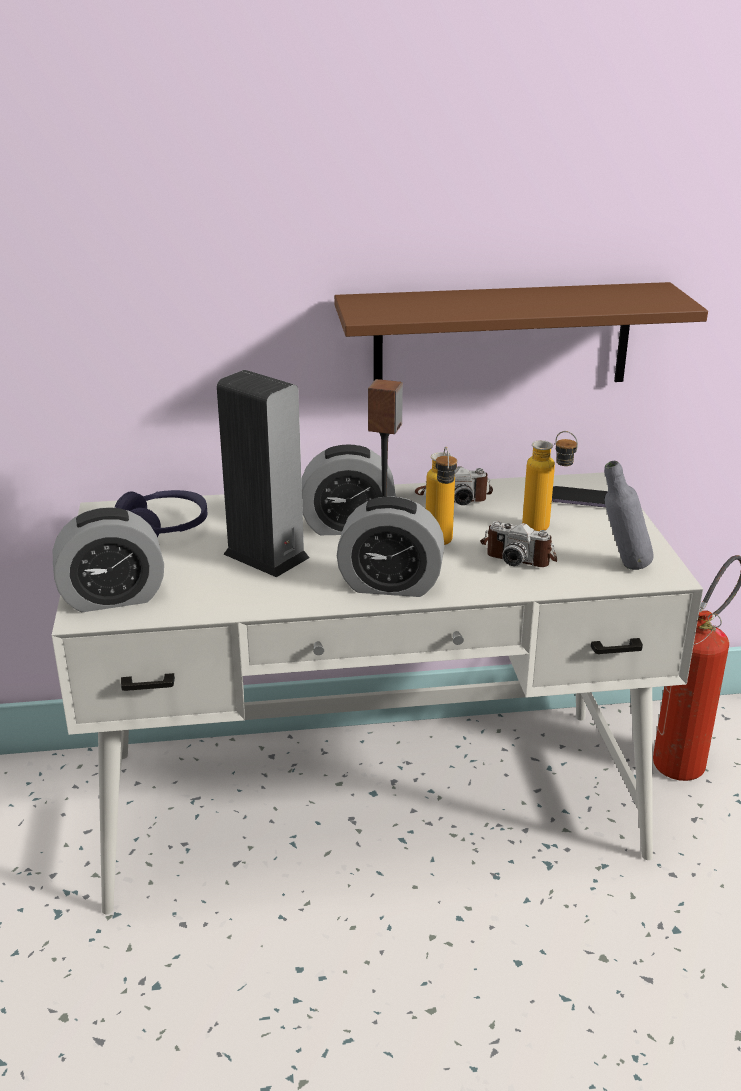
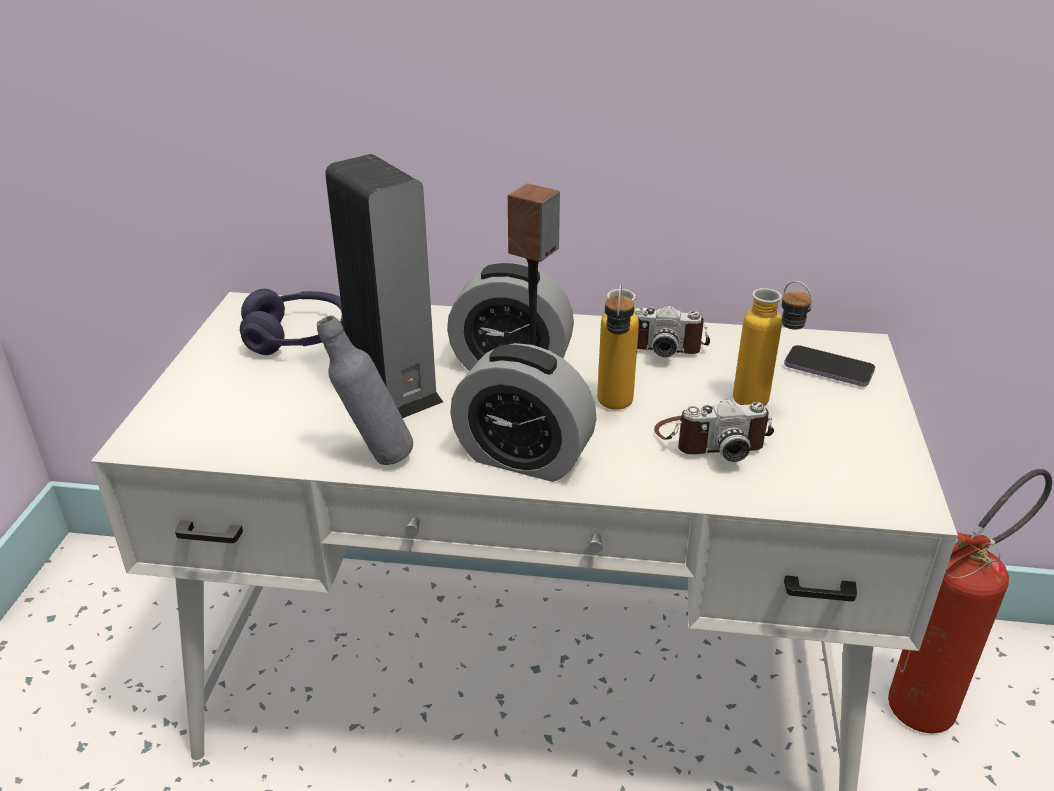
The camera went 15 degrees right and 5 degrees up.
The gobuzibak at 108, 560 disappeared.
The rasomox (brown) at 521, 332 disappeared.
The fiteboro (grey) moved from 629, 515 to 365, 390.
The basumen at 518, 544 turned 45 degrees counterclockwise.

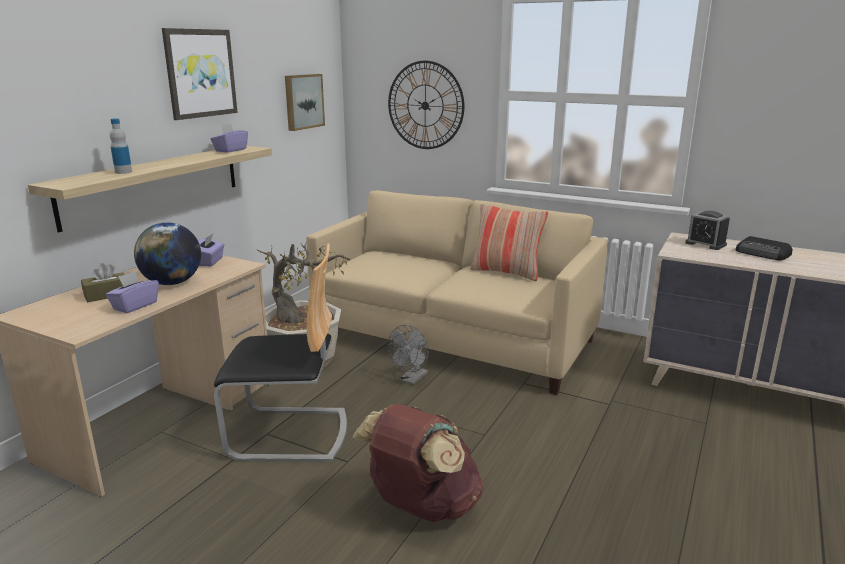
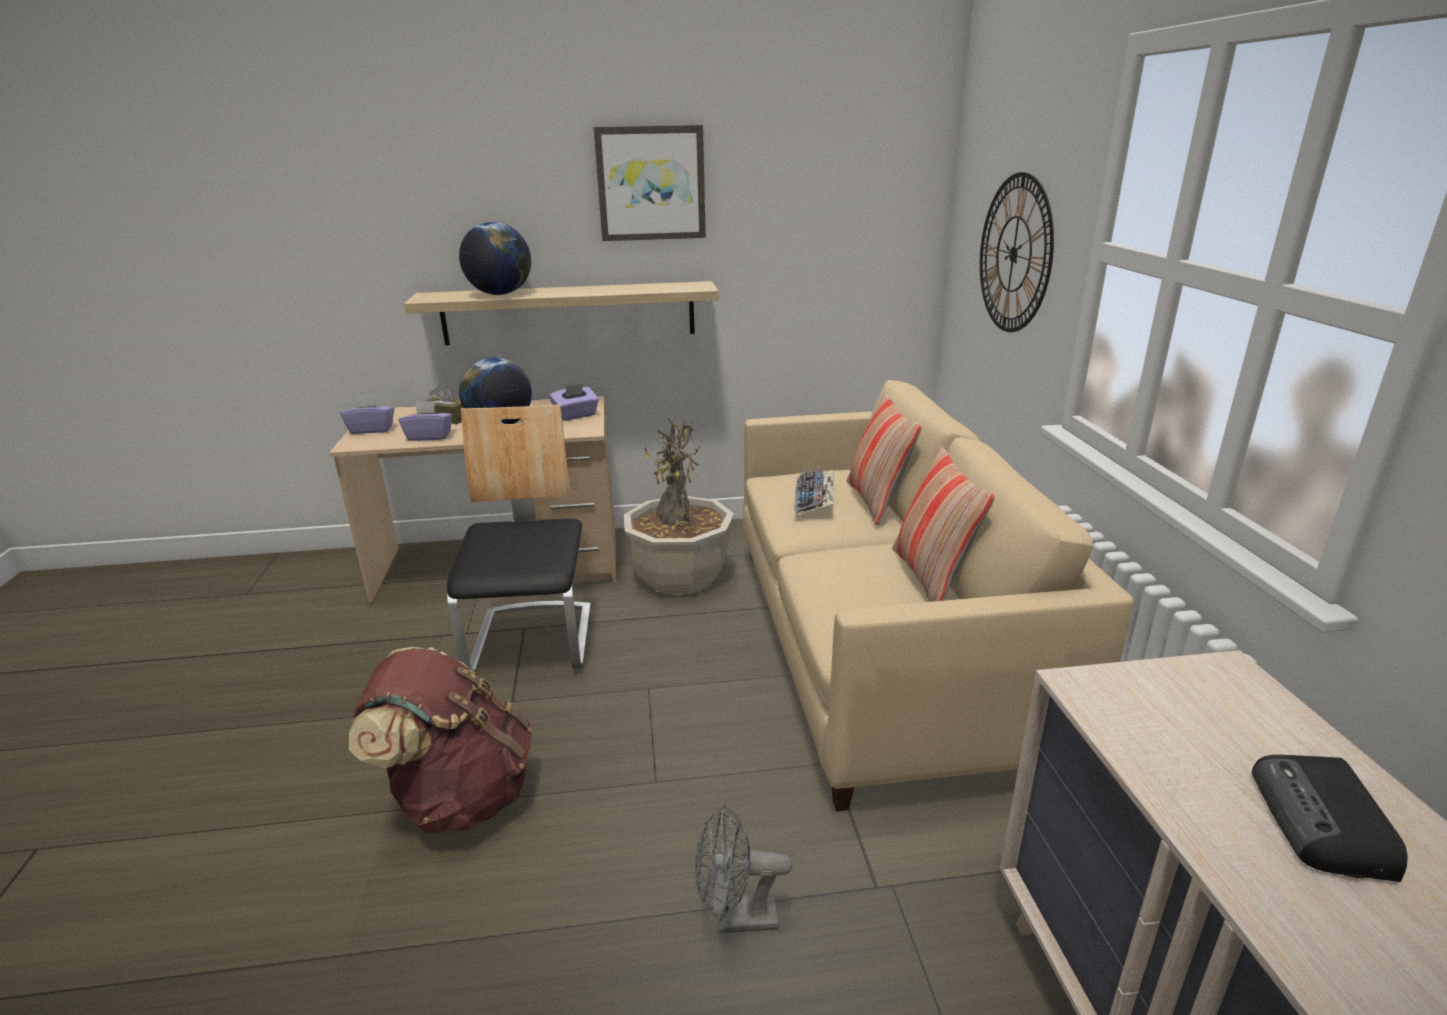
The camera went 55 degrees right and 5 degrees up.
The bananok at 305, 102 disappeared.
The gobuzibak at 707, 230 disappeared.
The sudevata at 814, 492 appeared.
The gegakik at 884, 458 appeared.
The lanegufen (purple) moved from 229, 138 to 367, 414.
The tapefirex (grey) moved from 408, 355 to 743, 869.
The fiteboro at 121, 146 was replaced by the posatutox at 495, 258.
The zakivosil at 280, 352 turned 150 degrees counterclockwise.

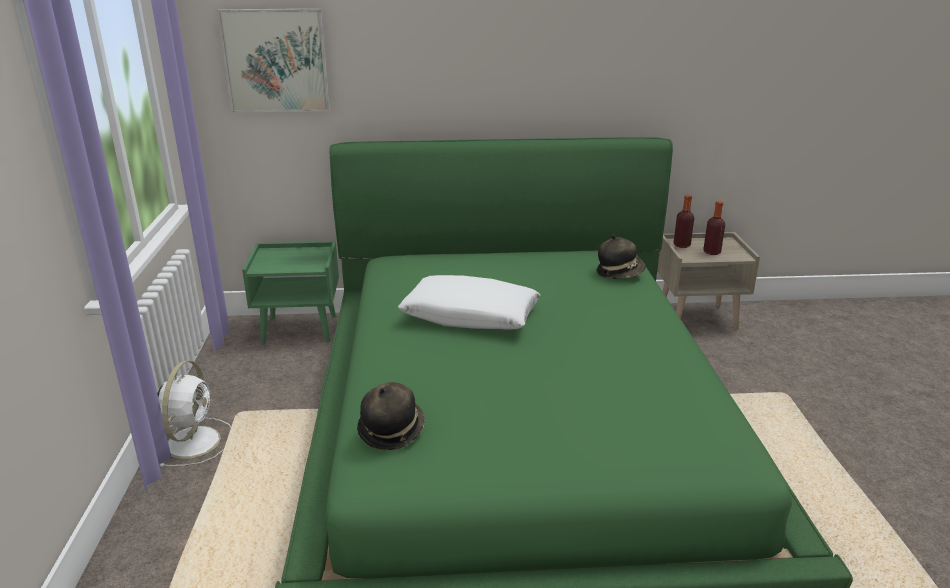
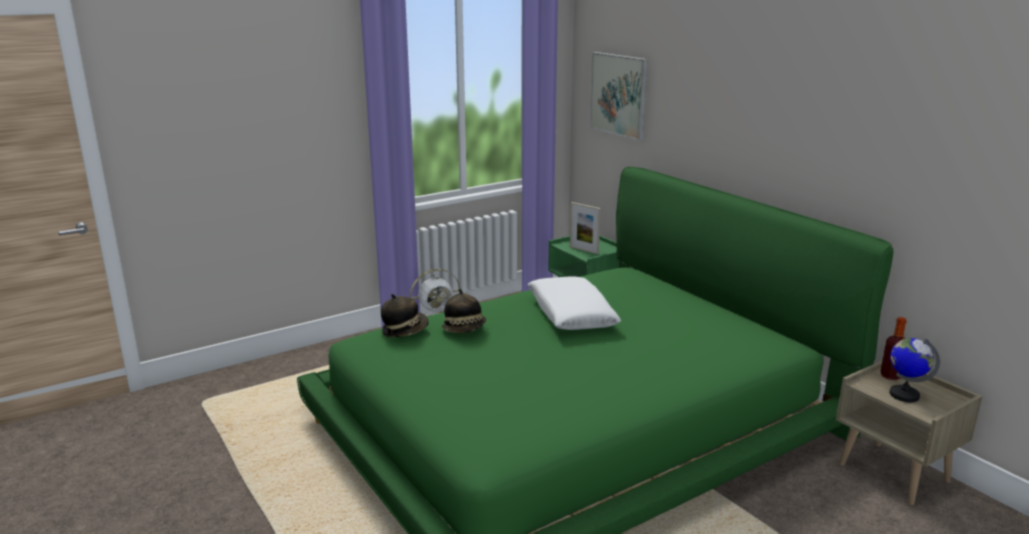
The camera went 60 degrees right and 5 degrees down.
The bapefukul at 585, 228 appeared.
The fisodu moved from 621, 257 to 464, 311.
The fiteboro at 714, 228 was replaced by the posatutox at 915, 370.

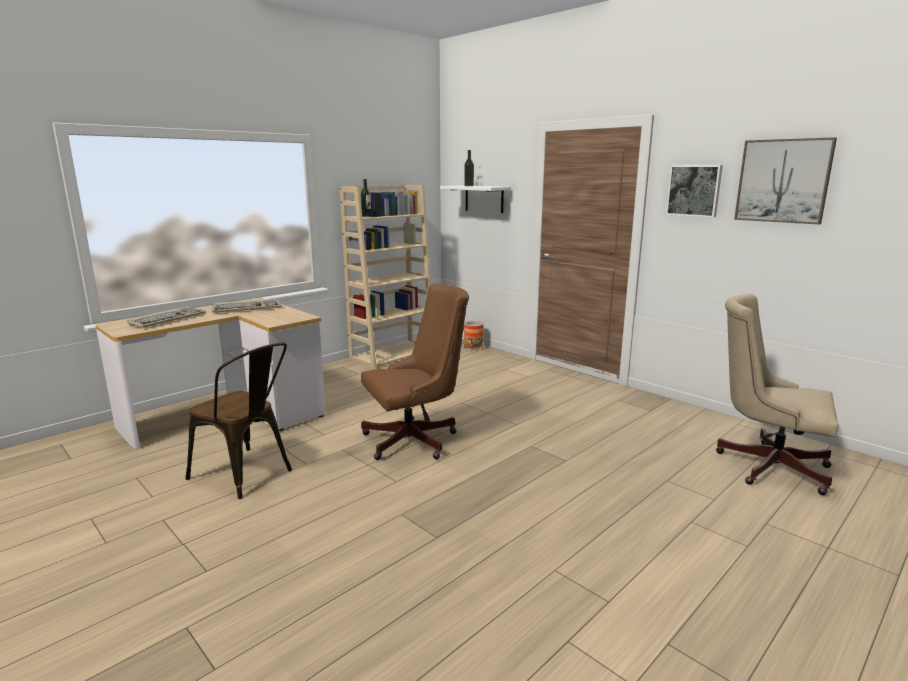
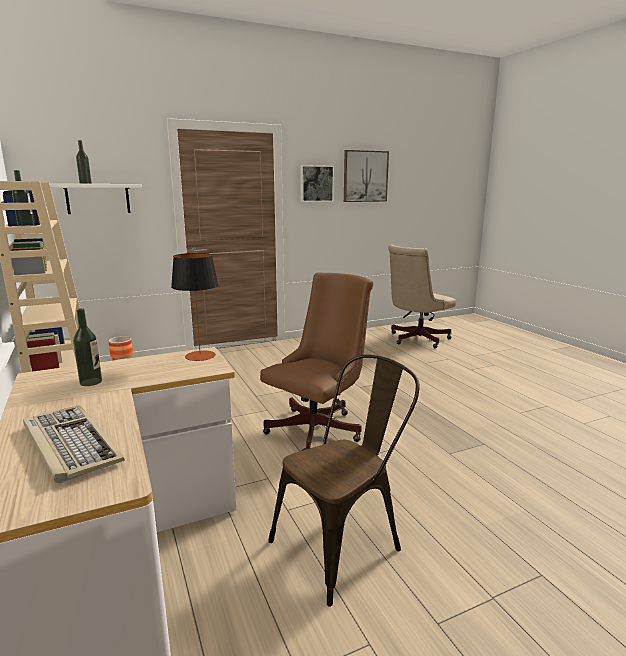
The camera went 70 degrees left and 0 degrees up.
The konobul at 195, 307 appeared.
The sudevata at 246, 306 was replaced by the fiteboro at 87, 347.
The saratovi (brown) at 415, 372 turned 45 degrees clockwise.

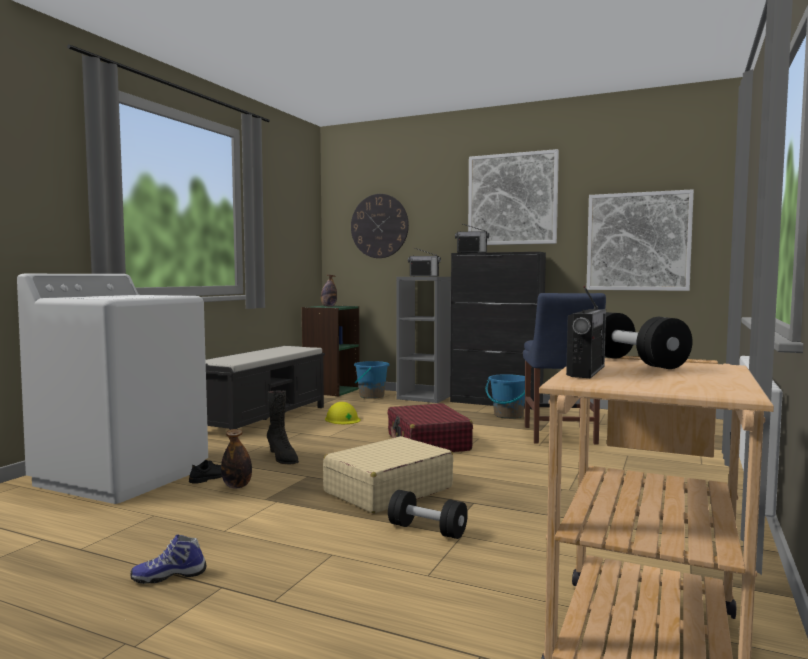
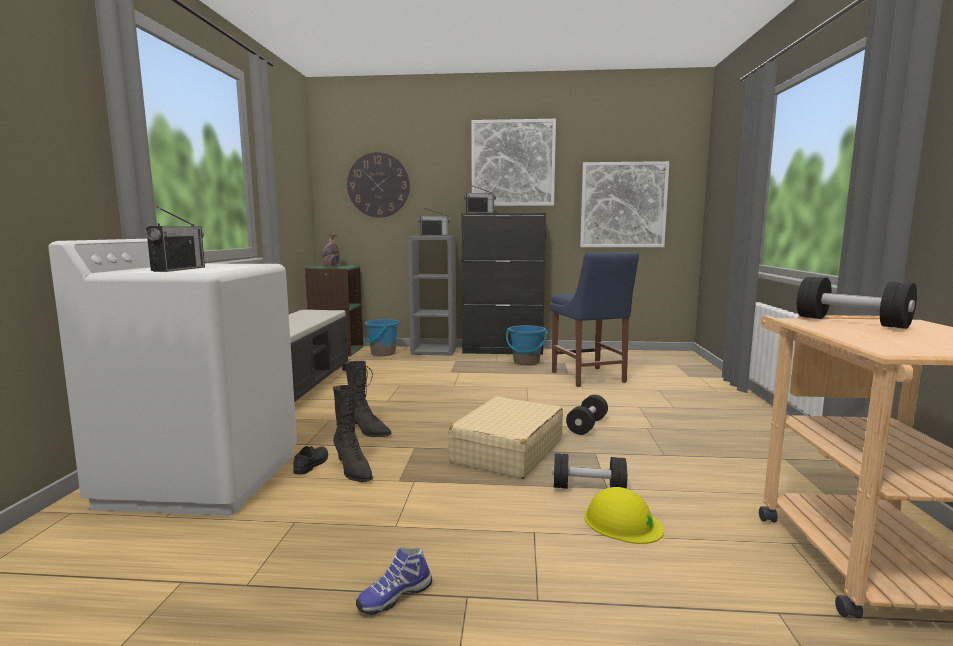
The camera went 20 degrees left and 5 degrees up.
The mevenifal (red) at 430, 427 disappeared.
The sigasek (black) at 587, 415 appeared.
The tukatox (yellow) moved from 343, 413 to 624, 515.
The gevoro moved from 586, 332 to 175, 239.
The fiteboro at 236, 458 was replaced by the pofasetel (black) at 353, 433.

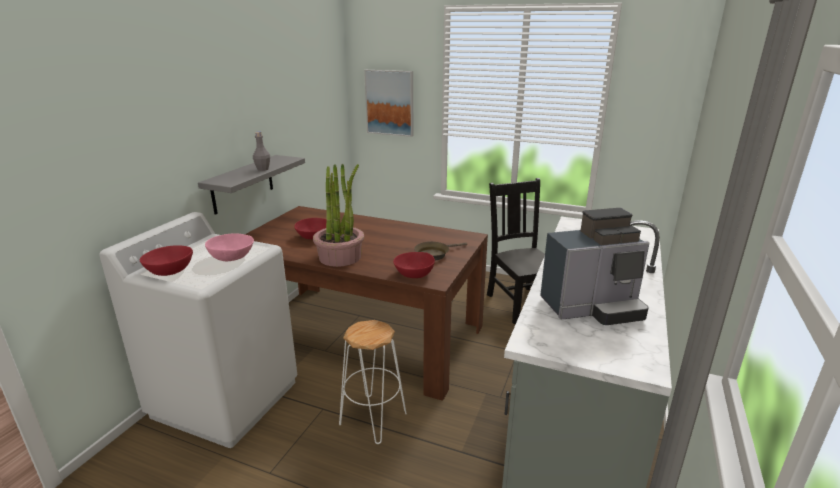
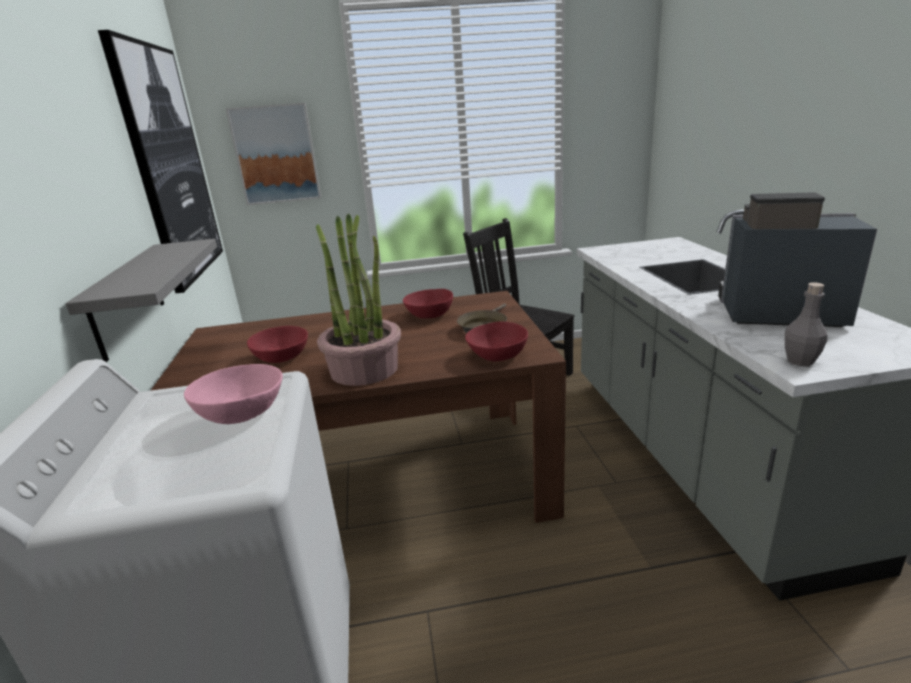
The camera went 30 degrees left and 0 degrees up.
The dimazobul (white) at 373, 382 disappeared.
The bananok at 160, 161 appeared.
The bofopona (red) moved from 166, 260 to 428, 304.
The fiteboro (grey) moved from 261, 151 to 806, 324.
The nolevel at 595, 266 turned 120 degrees counterclockwise.

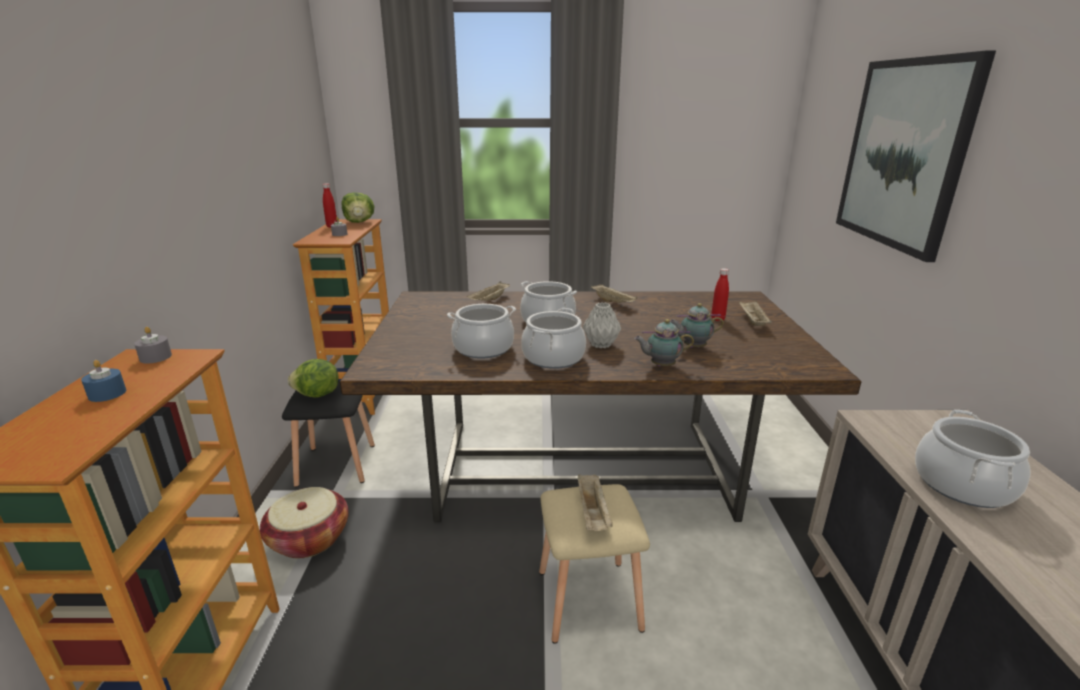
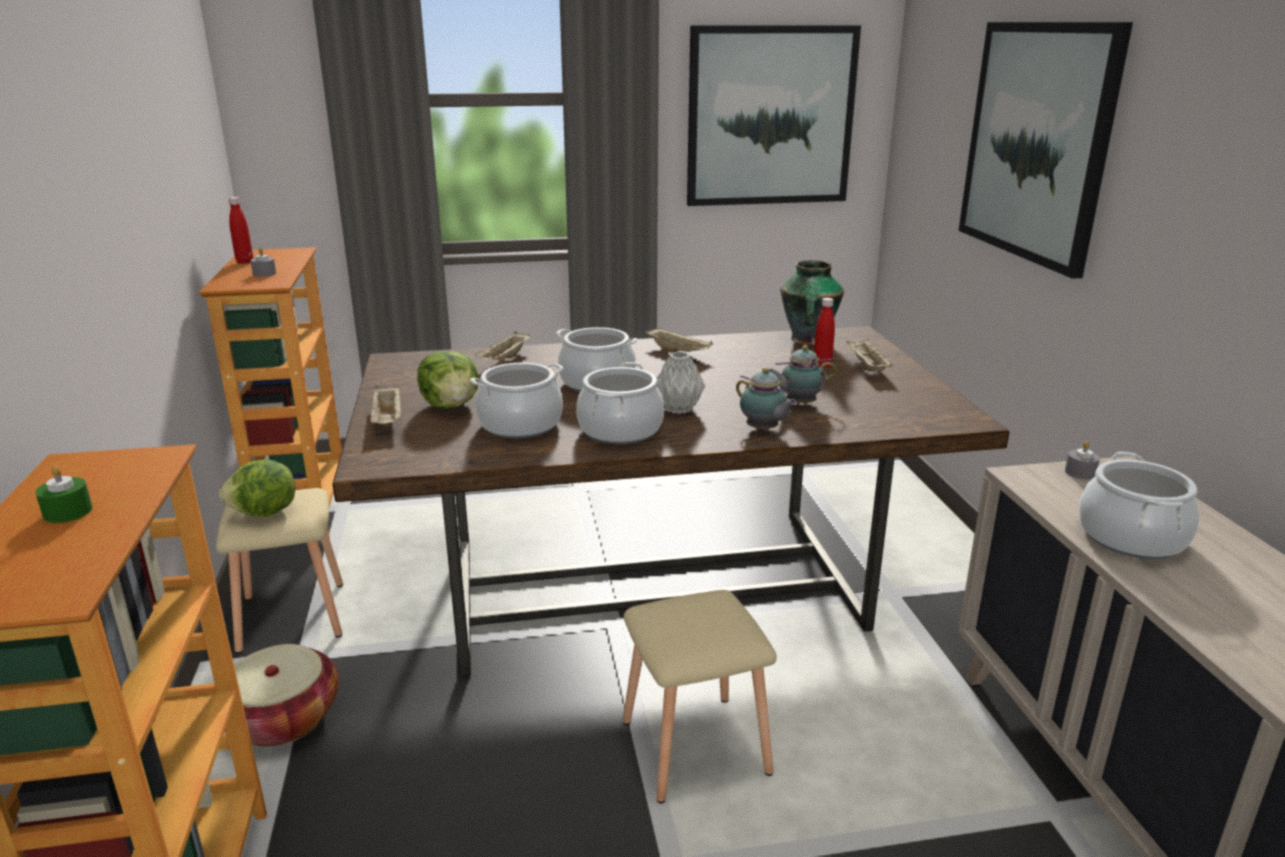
The camera went 10 degrees left and 0 degrees up.
The bananok at 774, 115 appeared.
The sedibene at 812, 302 appeared.
The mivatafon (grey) moved from 153, 345 to 1082, 460.
The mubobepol moved from 358, 207 to 448, 380.
The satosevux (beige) moved from 595, 502 to 386, 404.
The mivatafon (blue) at 103, 381 became the mivatafon (green) at 63, 494.
The dimazobul (black) at 328, 433 became the dimazobul (beige) at 279, 571.
The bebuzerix at 664, 342 turned 120 degrees counterclockwise.

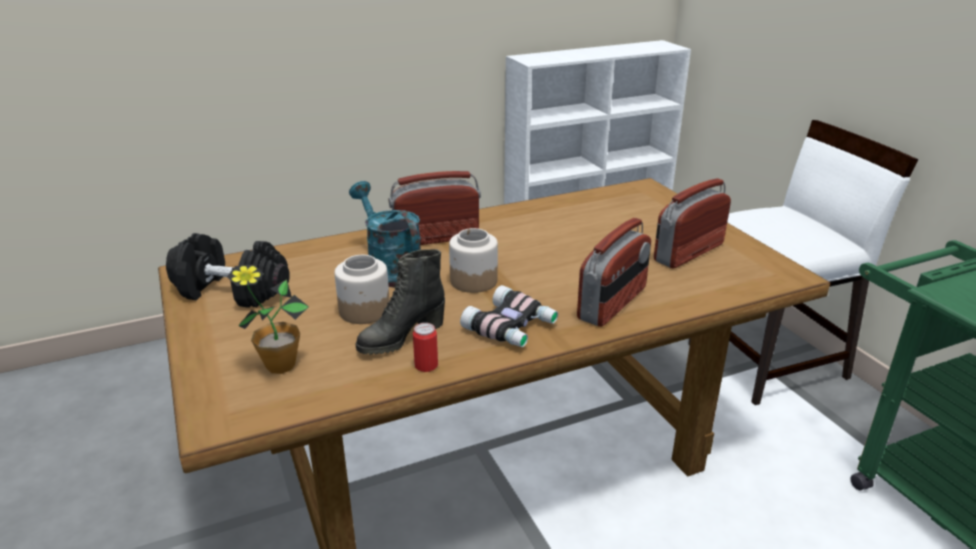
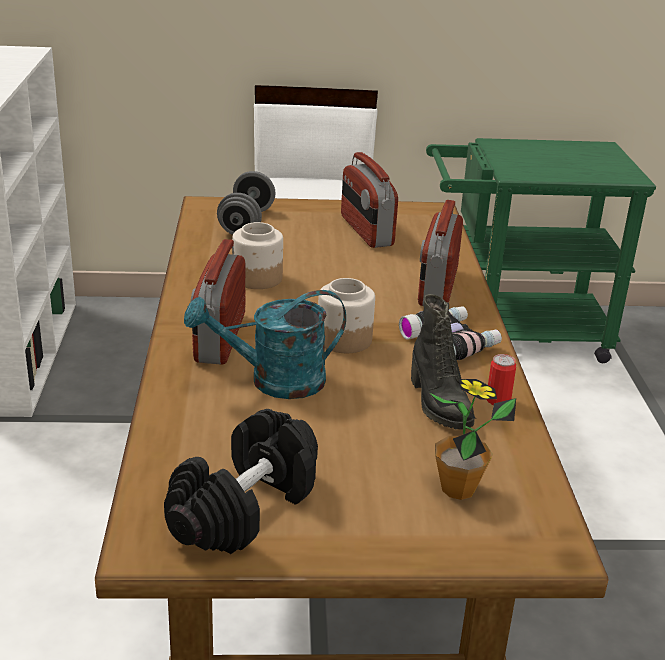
The camera went 70 degrees left and 0 degrees up.
The sigasek (grey) at 246, 203 appeared.
The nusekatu moved from 362, 289 to 257, 255.
The gevoro at 614, 272 turned 135 degrees counterclockwise.

